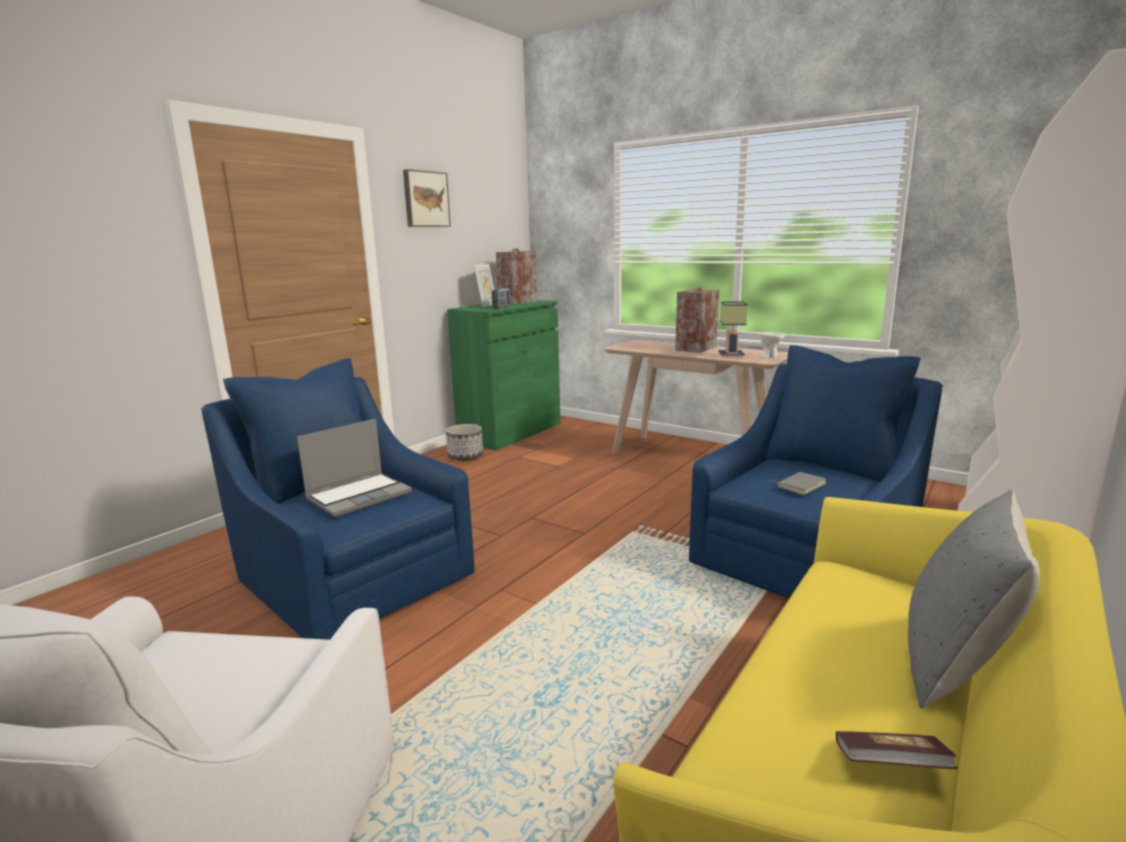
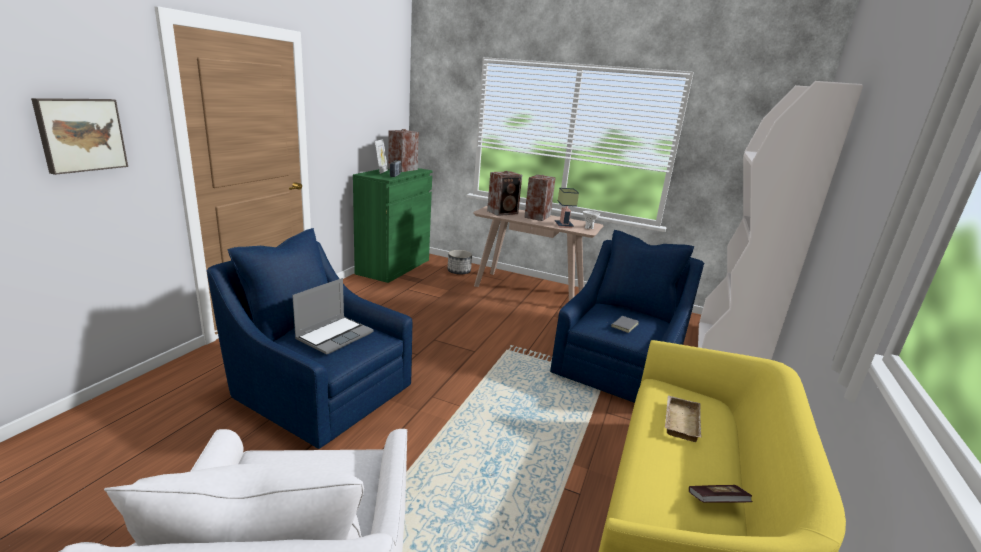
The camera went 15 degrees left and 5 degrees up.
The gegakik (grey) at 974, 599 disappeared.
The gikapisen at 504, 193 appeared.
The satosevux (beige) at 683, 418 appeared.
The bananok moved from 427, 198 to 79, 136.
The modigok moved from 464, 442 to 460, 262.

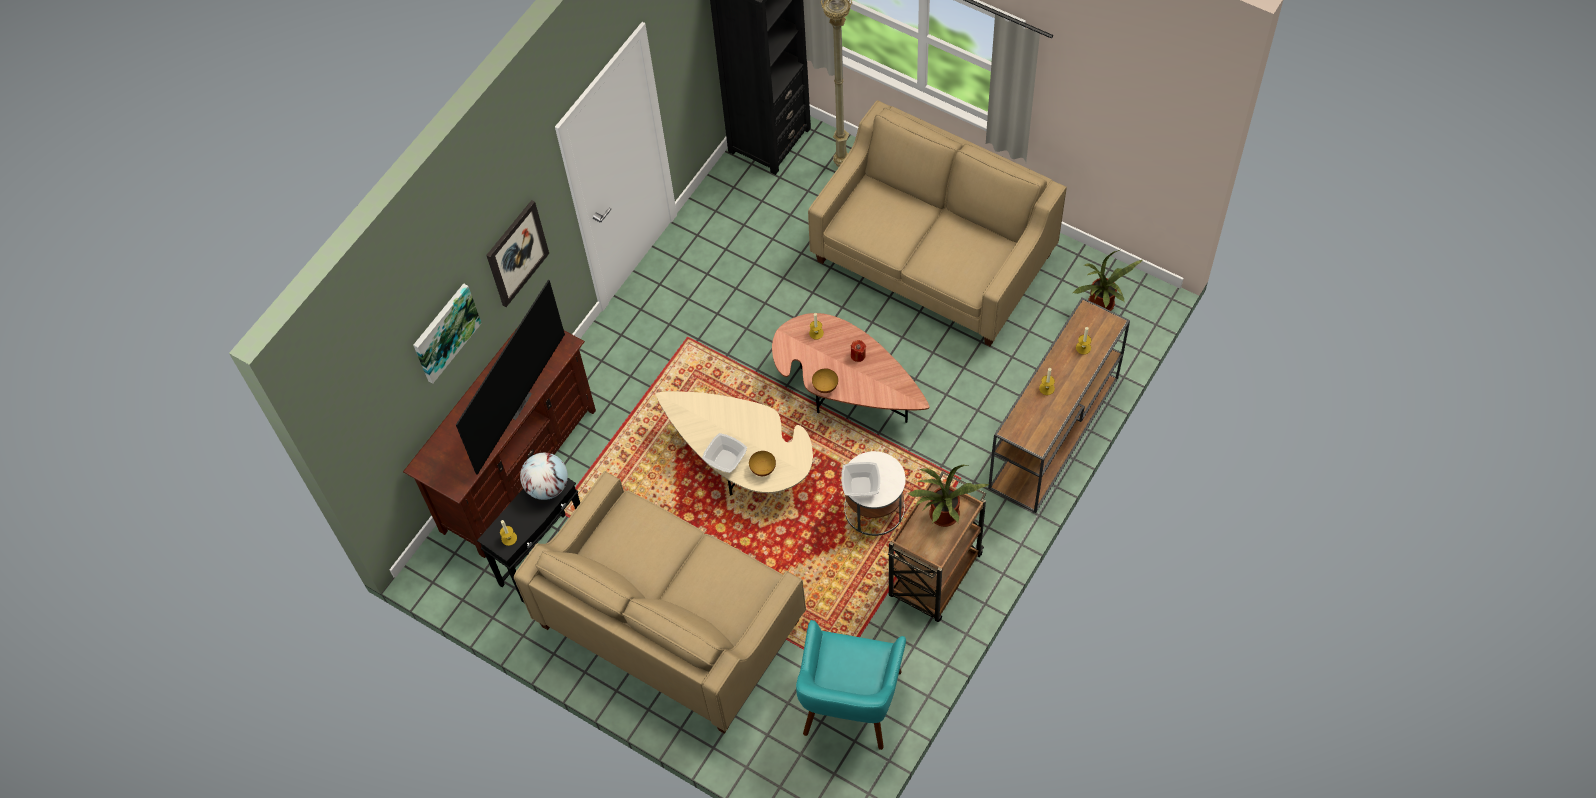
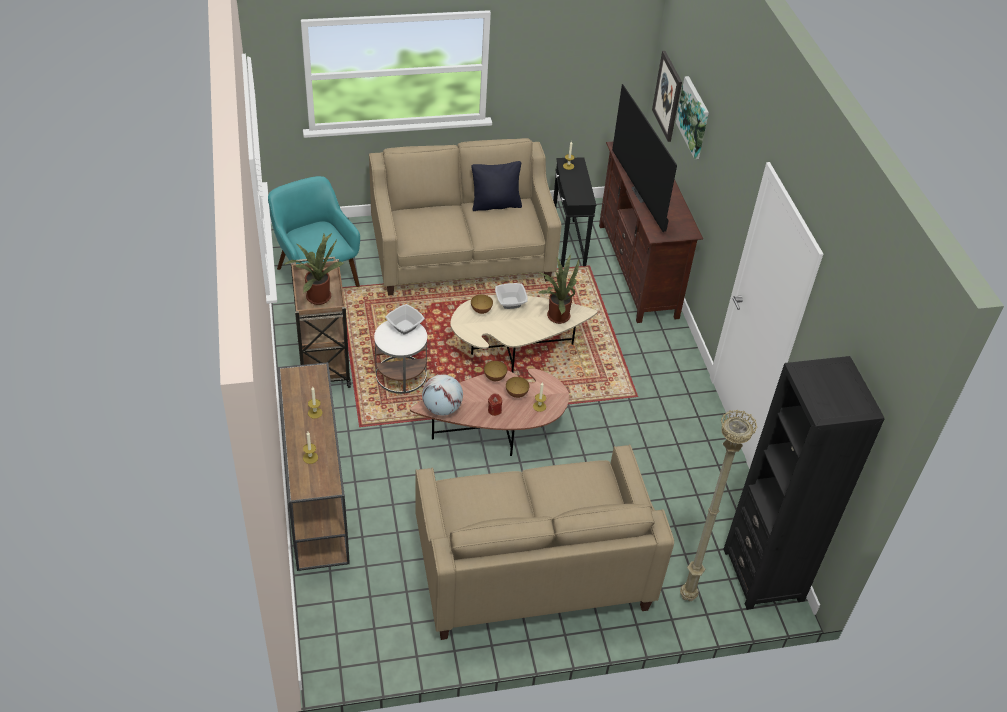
The camera went 130 degrees right and 15 degrees down.
The gegakik (black) at 496, 186 appeared.
The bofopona at 517, 387 appeared.
The bananok moved from 517, 253 to 667, 96.
The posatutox moved from 544, 476 to 442, 395.
The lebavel moved from 1107, 280 to 558, 289.

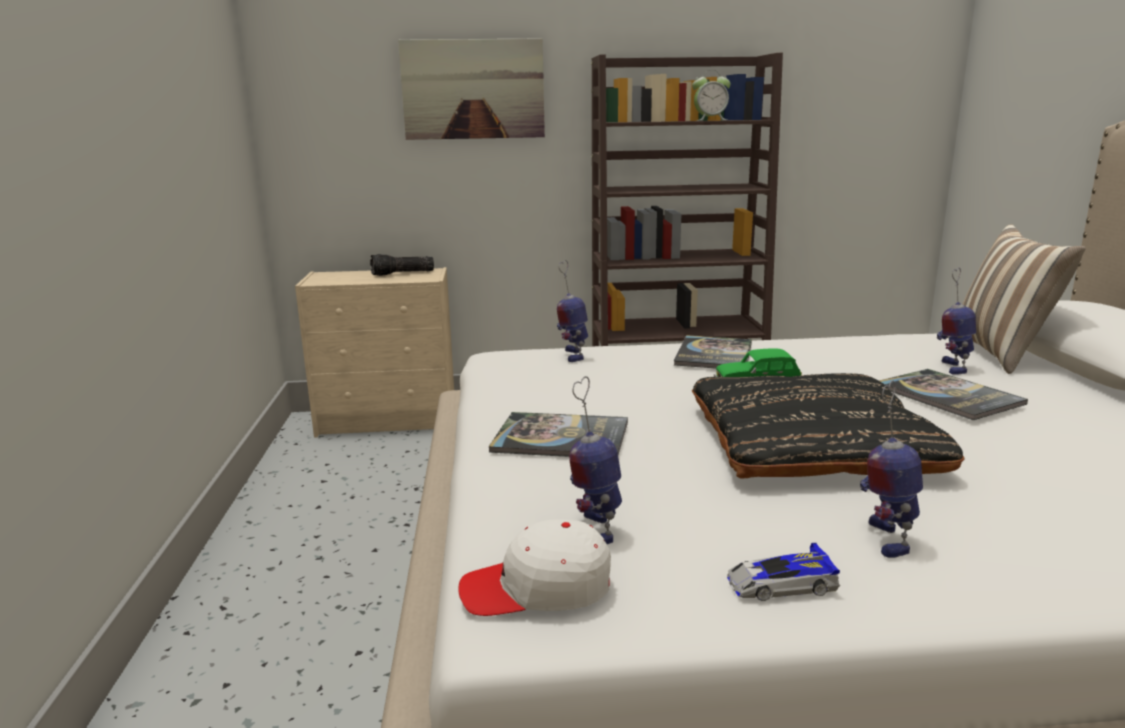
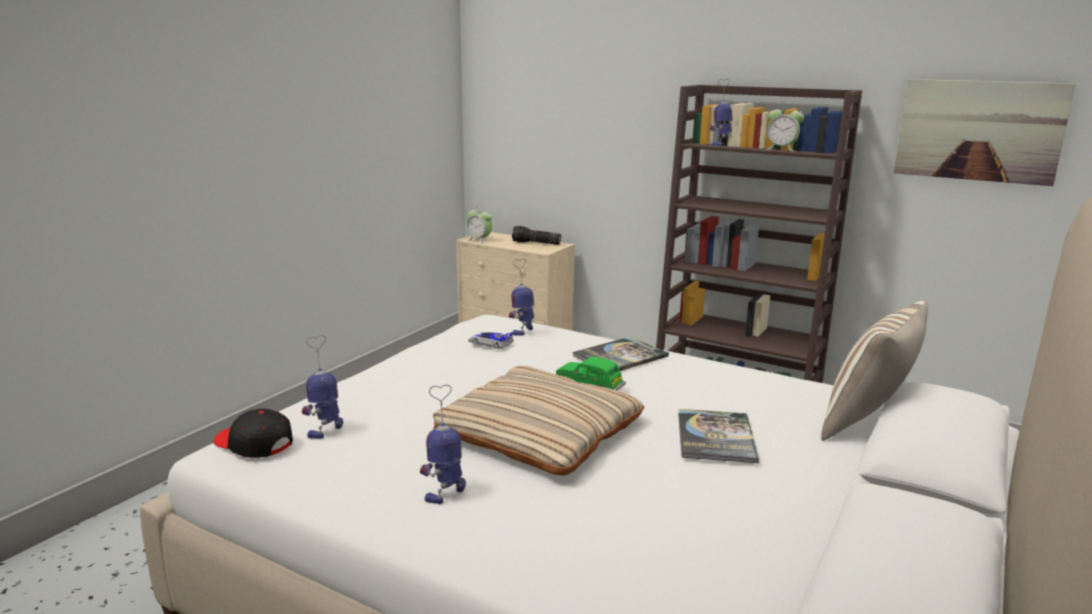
The camera went 35 degrees right and 0 degrees up.
The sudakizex at 558, 434 disappeared.
The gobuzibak at 479, 225 appeared.
The bananok moved from 471, 89 to 985, 132.
The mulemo moved from 783, 572 to 490, 340.
The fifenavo moved from 956, 321 to 721, 112.
The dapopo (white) at 534, 567 became the dapopo (black) at 253, 433.
The gegakik (black) at 828, 426 became the gegakik (beige) at 538, 420.

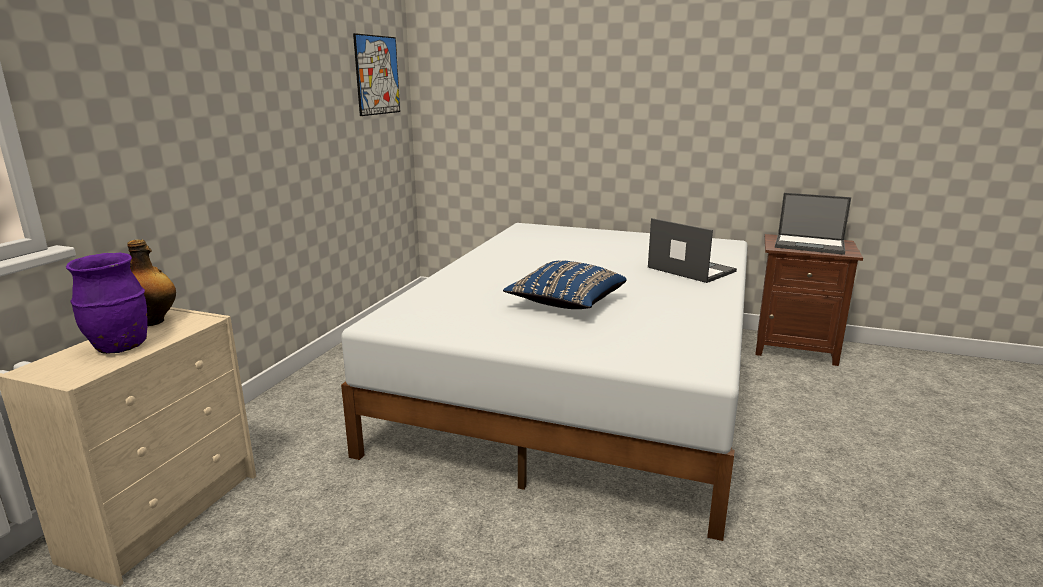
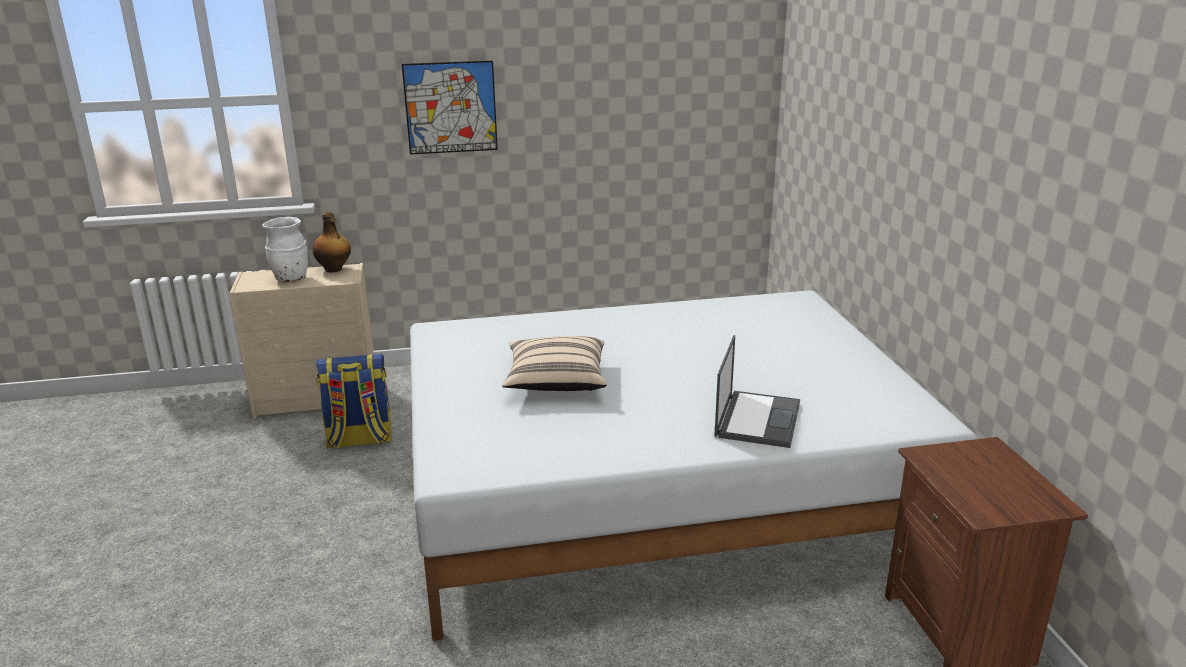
The camera went 60 degrees right and 5 degrees up.
The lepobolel at 813, 224 disappeared.
The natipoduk at 354, 401 appeared.
The bananok moved from 376, 74 to 450, 107.
The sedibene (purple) at 107, 303 became the sedibene (white) at 285, 249.
The gegakik (blue) at 565, 284 became the gegakik (beige) at 554, 363.

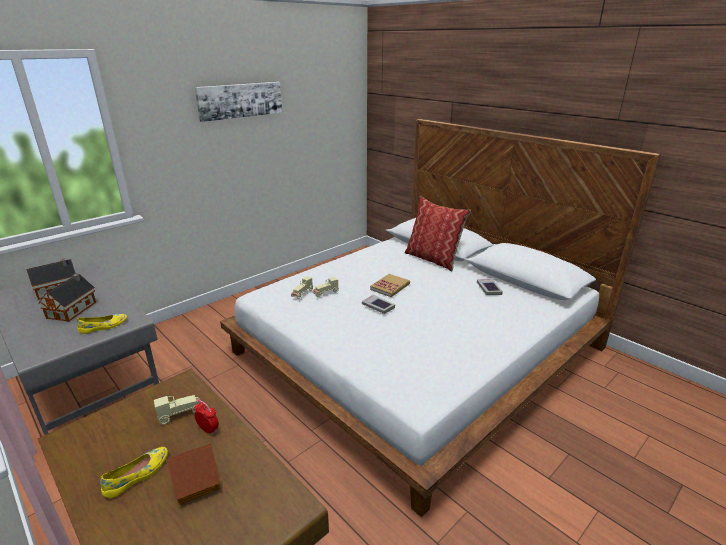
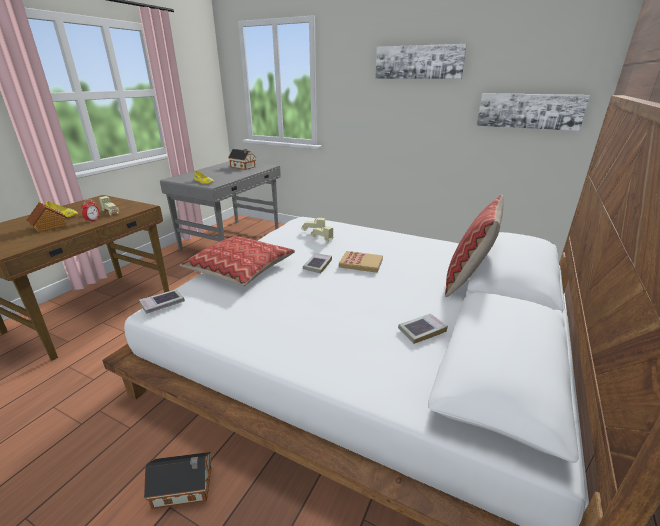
The camera went 70 degrees right and 0 degrees up.
The sudakizex at 162, 301 appeared.
The gegakik at 237, 261 appeared.
The bananok at 533, 112 appeared.
The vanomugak moved from 67, 297 to 178, 480.

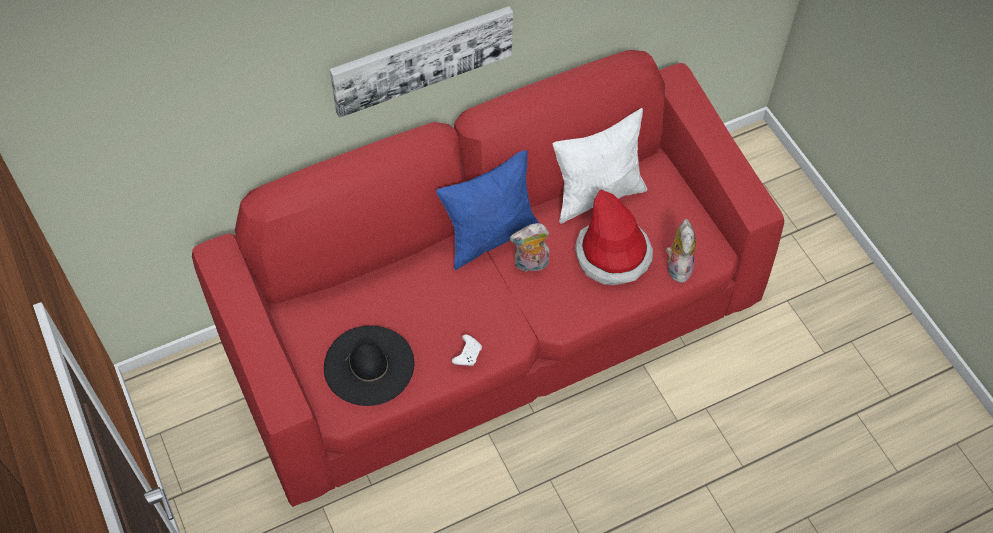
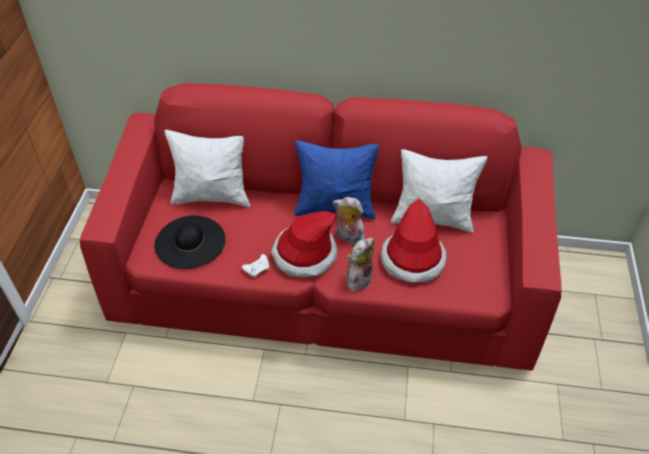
The camera went 35 degrees right and 10 degrees down.
The bananok at 421, 62 disappeared.
The gegakik (white) at 207, 168 appeared.
The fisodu at 304, 244 appeared.
The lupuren moved from 681, 251 to 360, 265.

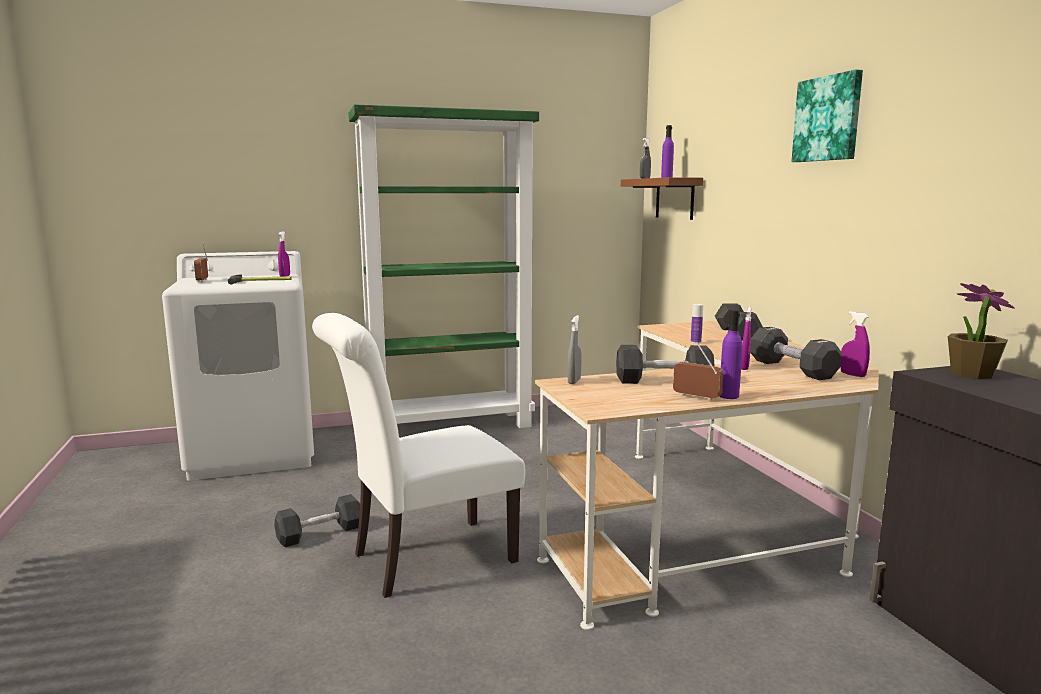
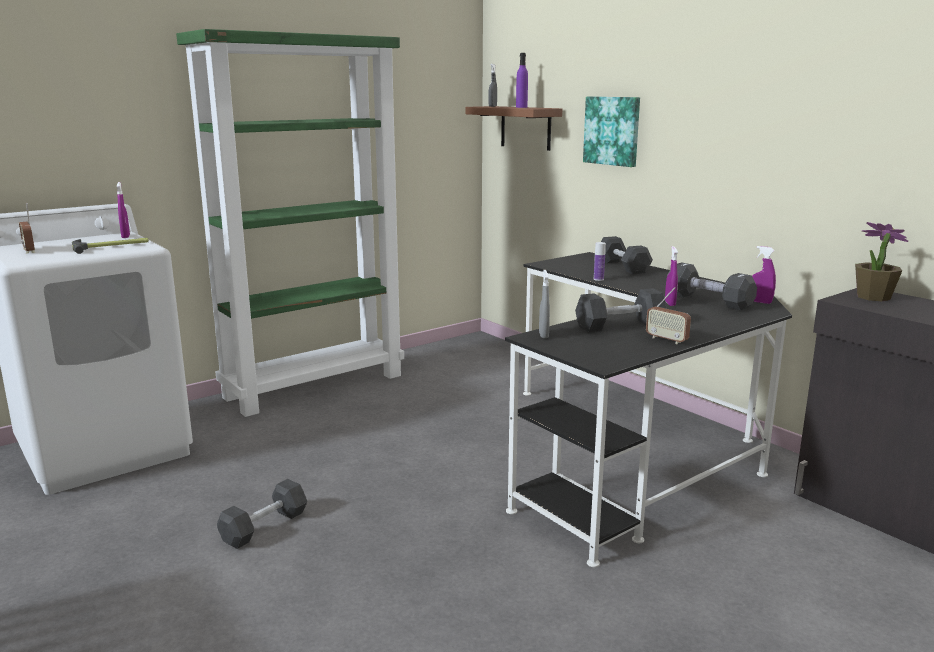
The camera went 20 degrees left and 5 degrees up.
The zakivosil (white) at 418, 455 disappeared.
The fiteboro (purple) at 730, 354 disappeared.
The bananok moved from 827, 115 to 611, 131.
The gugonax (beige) at 707, 475 became the gugonax (black) at 648, 409.
The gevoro at 698, 371 turned 150 degrees counterclockwise.

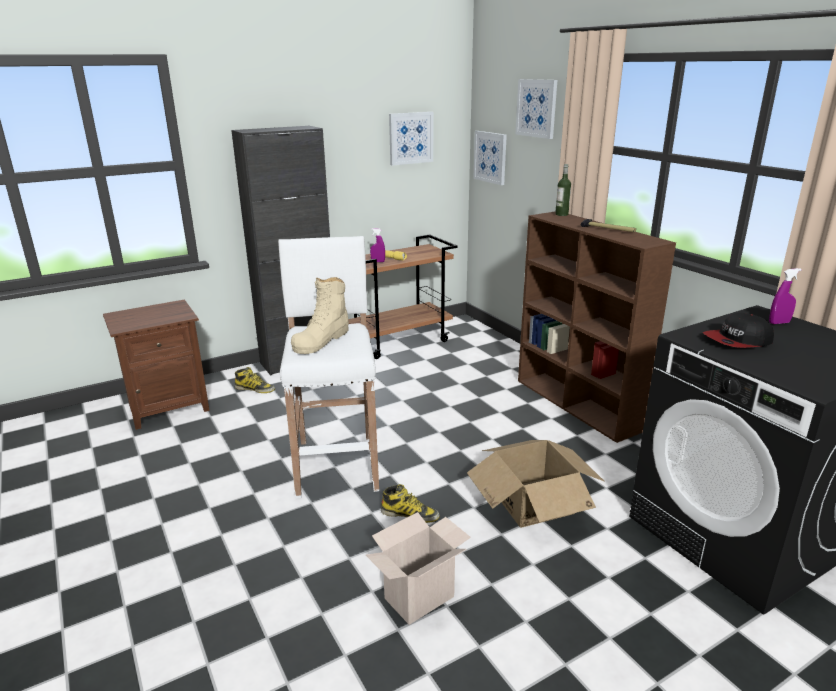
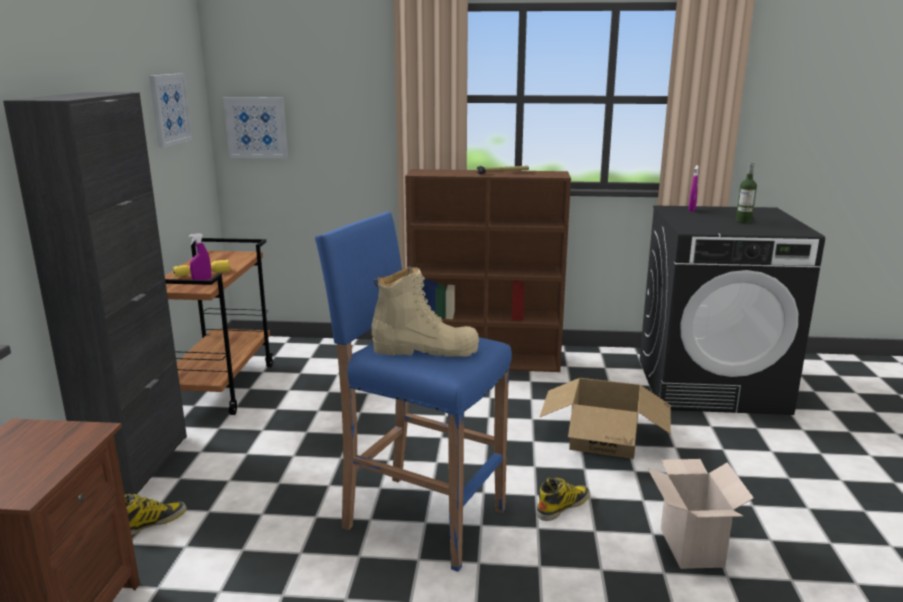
The camera went 55 degrees left and 5 degrees down.
The bananok at 536, 109 disappeared.
The dapopo at 738, 330 disappeared.
The fiteboro moved from 563, 190 to 746, 193.
The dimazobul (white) at 328, 367 became the dimazobul (blue) at 413, 392.
The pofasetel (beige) at 320, 315 turned 60 degrees counterclockwise.

